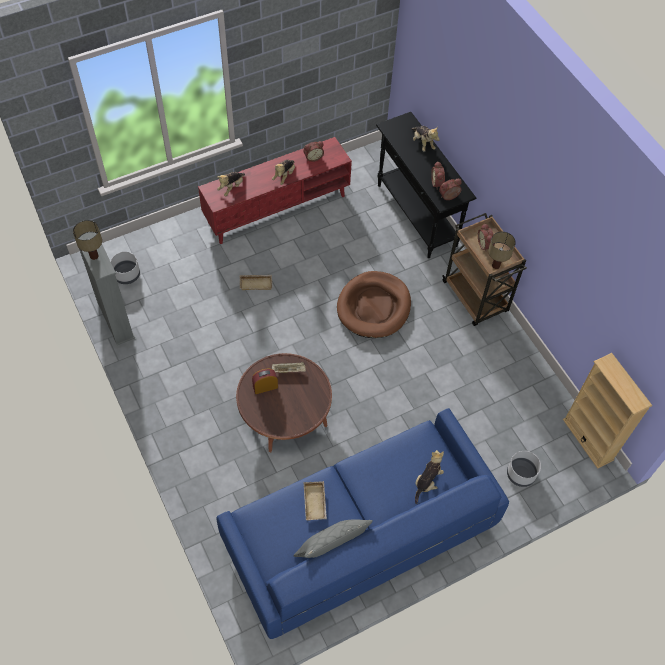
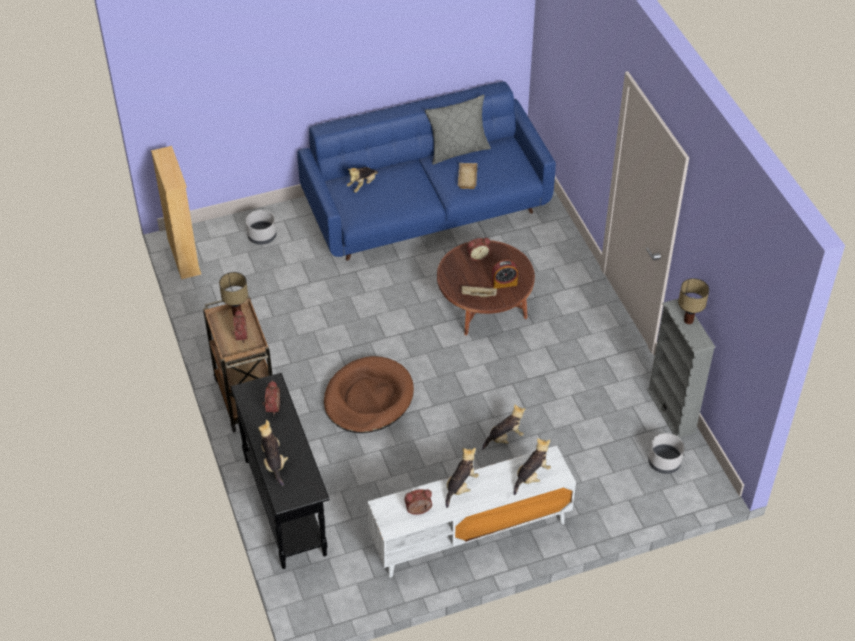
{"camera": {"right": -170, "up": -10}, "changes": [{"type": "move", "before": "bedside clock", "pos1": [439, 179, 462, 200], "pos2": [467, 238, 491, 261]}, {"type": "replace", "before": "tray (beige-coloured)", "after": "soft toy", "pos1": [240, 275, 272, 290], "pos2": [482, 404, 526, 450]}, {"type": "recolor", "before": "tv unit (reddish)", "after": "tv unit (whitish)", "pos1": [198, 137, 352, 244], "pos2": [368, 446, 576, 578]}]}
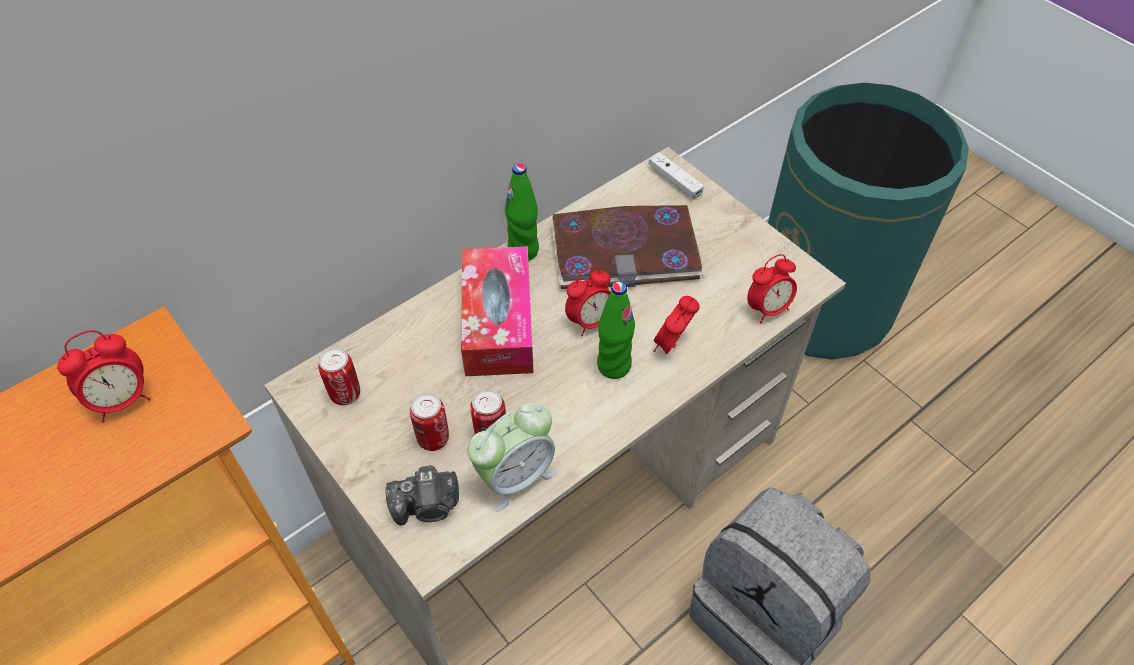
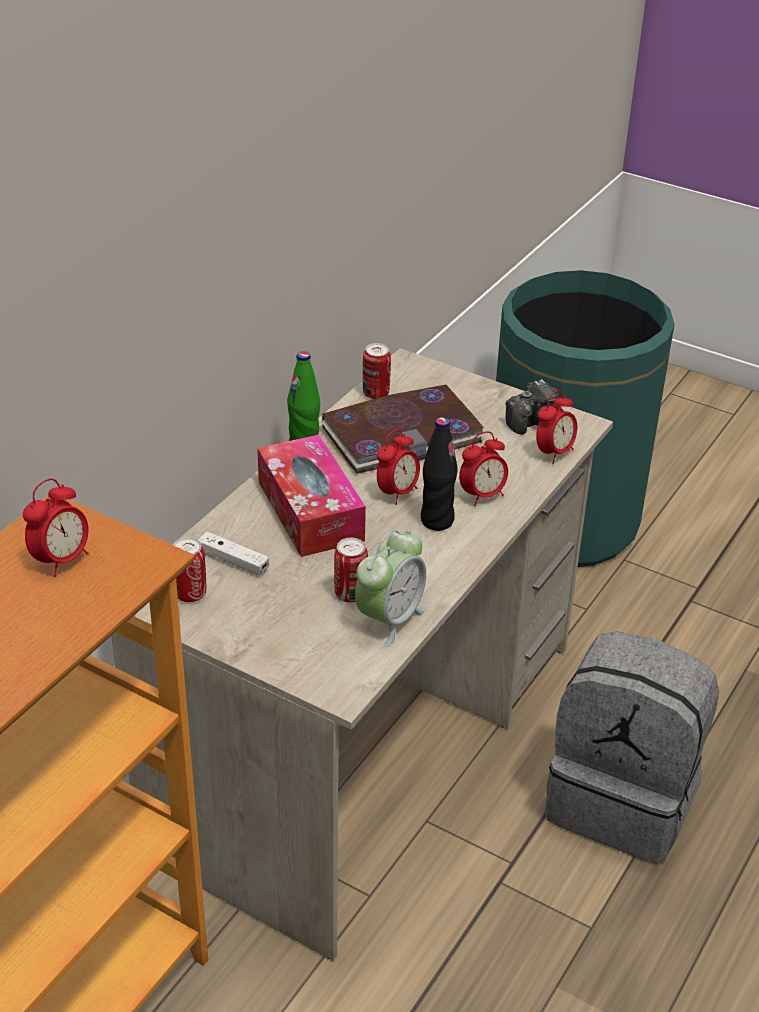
{"camera": {"right": -20, "up": -15}, "changes": [{"type": "move", "before": "still camera", "pos1": [386, 465, 459, 526], "pos2": [505, 379, 561, 435]}, {"type": "move", "before": "can", "pos1": [410, 393, 449, 451], "pos2": [363, 343, 391, 399]}, {"type": "move", "before": "game controller (whitish)", "pos1": [648, 152, 704, 200], "pos2": [198, 532, 269, 576]}, {"type": "recolor", "before": "bottle (greenish)", "after": "bottle (black)", "pos1": [597, 281, 635, 379], "pos2": [421, 417, 458, 531]}, {"type": "rotate", "before": "bedside clock", "pos1": [653, 296, 700, 354], "pos2": [459, 431, 508, 506], "turn": -135}]}
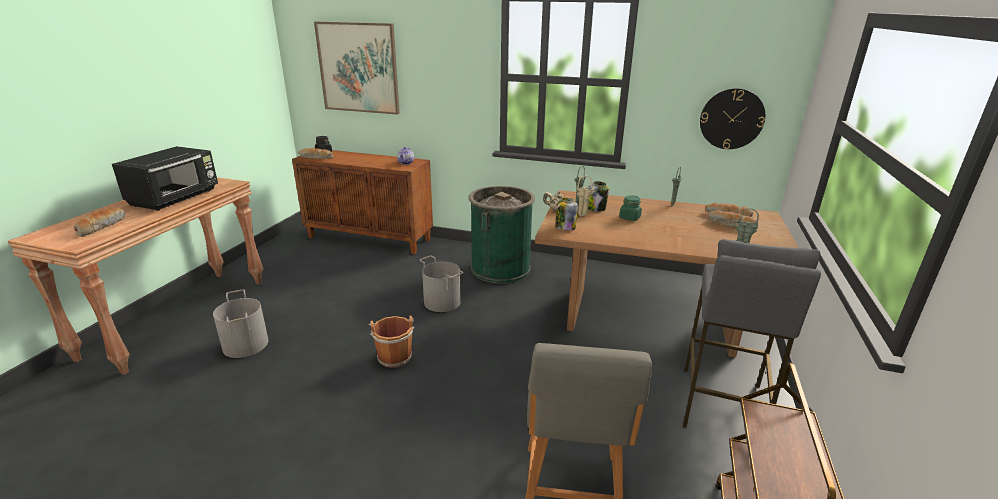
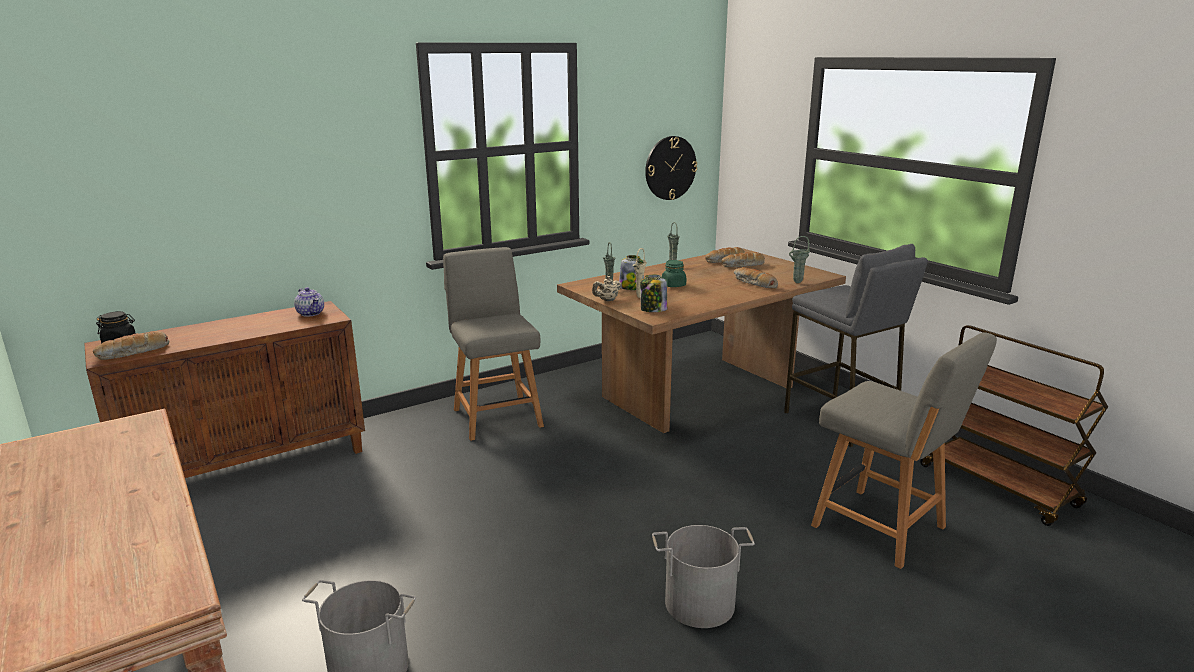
{"camera": {"right": -50, "up": -5}, "changes": [{"type": "delete", "before": "microwave (black)", "pos1": [112, 146, 218, 211]}, {"type": "delete", "before": "wall art", "pos1": [314, 22, 400, 115]}, {"type": "delete", "before": "water bucket (brownish)", "pos1": [369, 316, 414, 368]}, {"type": "move", "before": "baked bread", "pos1": [74, 208, 125, 237], "pos2": [734, 267, 778, 289]}, {"type": "move", "before": "water bucket (grey)", "pos1": [419, 256, 463, 312], "pos2": [652, 525, 755, 628]}, {"type": "replace", "before": "waste bin (greenish)", "after": "chair (grey)", "pos1": [469, 186, 535, 284], "pos2": [443, 247, 544, 441]}]}
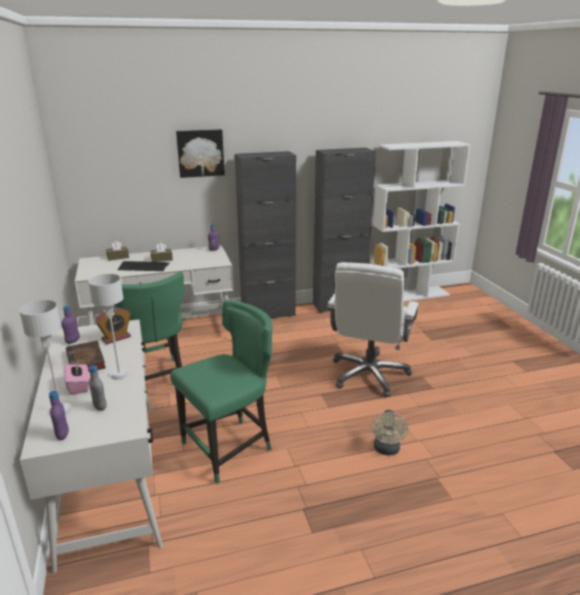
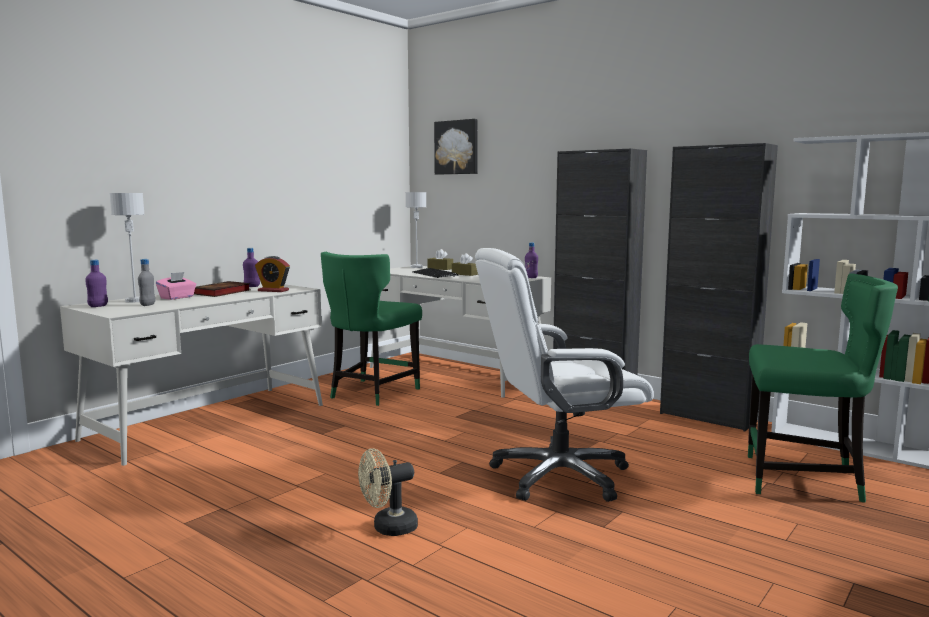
{"camera": {"right": 55, "up": -15}, "changes": [{"type": "move", "before": "table lamp (grey)", "pos1": [88, 274, 129, 380], "pos2": [406, 192, 426, 268]}, {"type": "move", "before": "chair (greenish)", "pos1": [170, 300, 272, 484], "pos2": [748, 273, 898, 503]}, {"type": "move", "before": "wall art", "pos1": [176, 129, 225, 178], "pos2": [434, 119, 478, 174]}]}
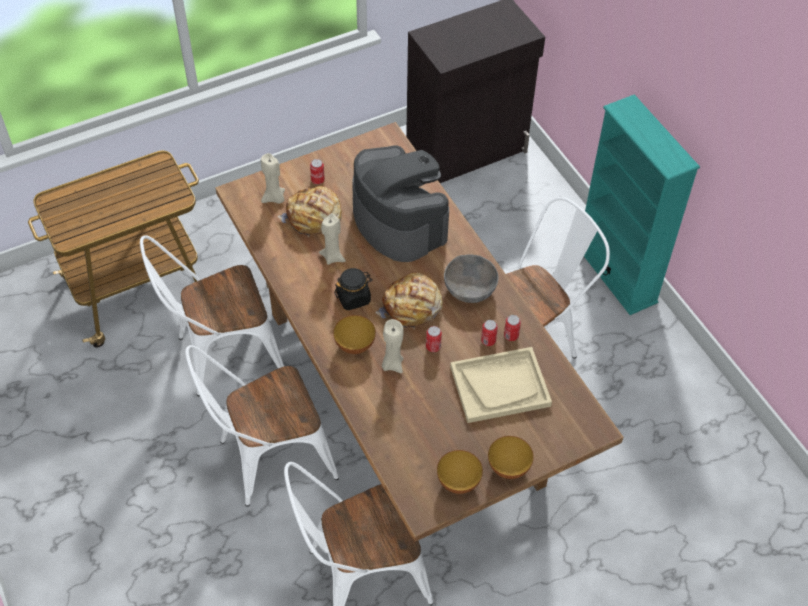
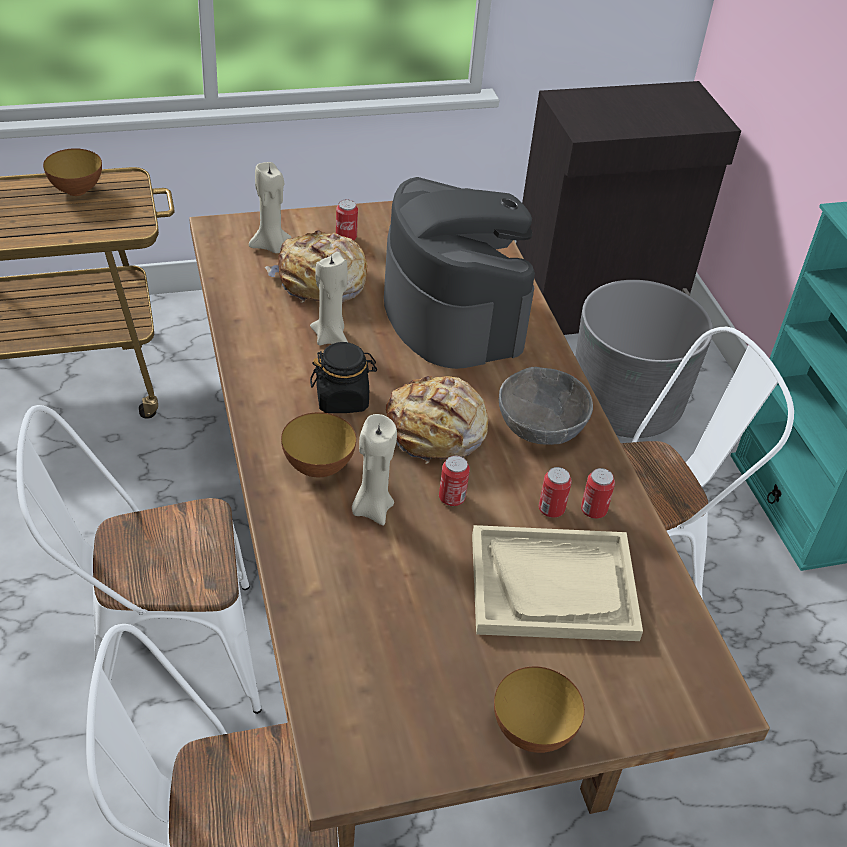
{"camera": {"right": 10, "up": -10}, "changes": [{"type": "delete", "before": "chair (whitish)", "pos1": [140, 235, 284, 396]}, {"type": "insert", "after": "planter (grey)", "pos2": [575, 280, 713, 438]}, {"type": "move", "before": "deep dish", "pos1": [437, 450, 483, 494], "pos2": [43, 148, 102, 196]}]}
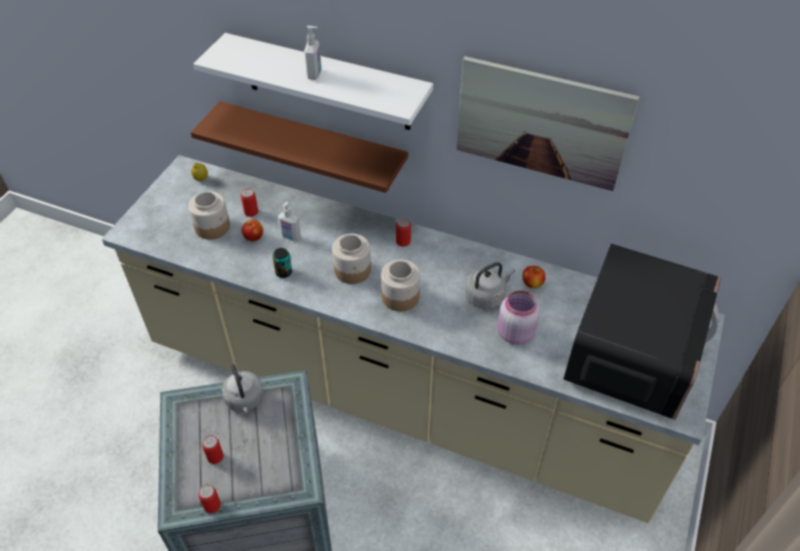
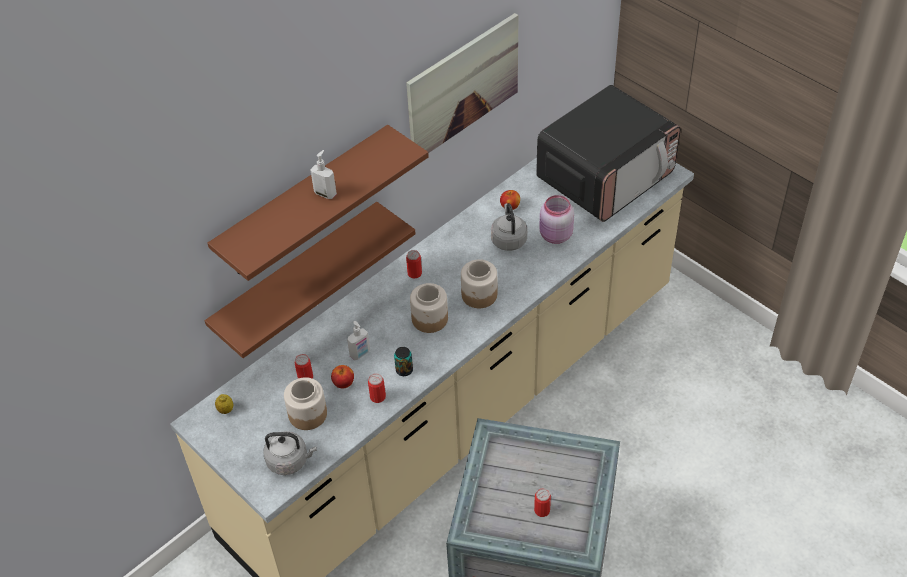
{"camera": {"right": -65, "up": 0}, "changes": [{"type": "move", "before": "can", "pos1": [198, 484, 221, 513], "pos2": [368, 373, 386, 403]}, {"type": "move", "before": "tea kettle (grey)", "pos1": [222, 364, 264, 413], "pos2": [263, 431, 317, 475]}, {"type": "recolor", "before": "shelf (whitish)", "after": "shelf (brownish)", "pos1": [194, 33, 433, 130], "pos2": [208, 125, 429, 281]}, {"type": "rotate", "before": "microwave", "pos1": [563, 244, 721, 420], "pos2": [536, 85, 681, 222], "turn": 90}]}
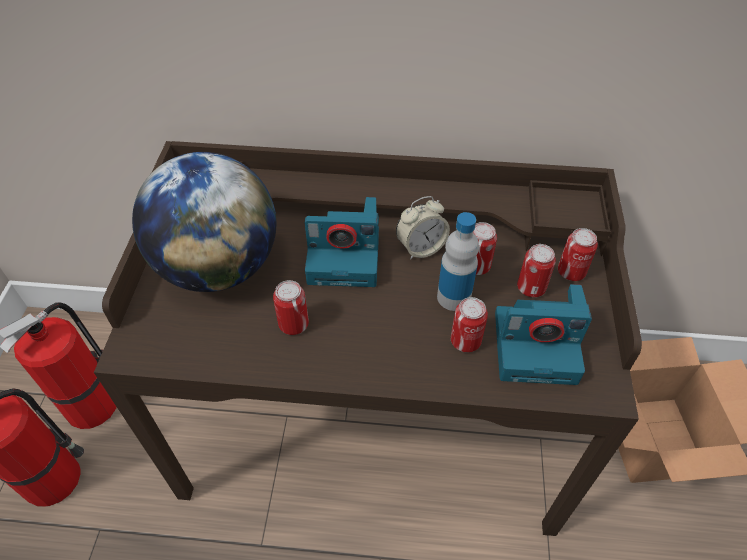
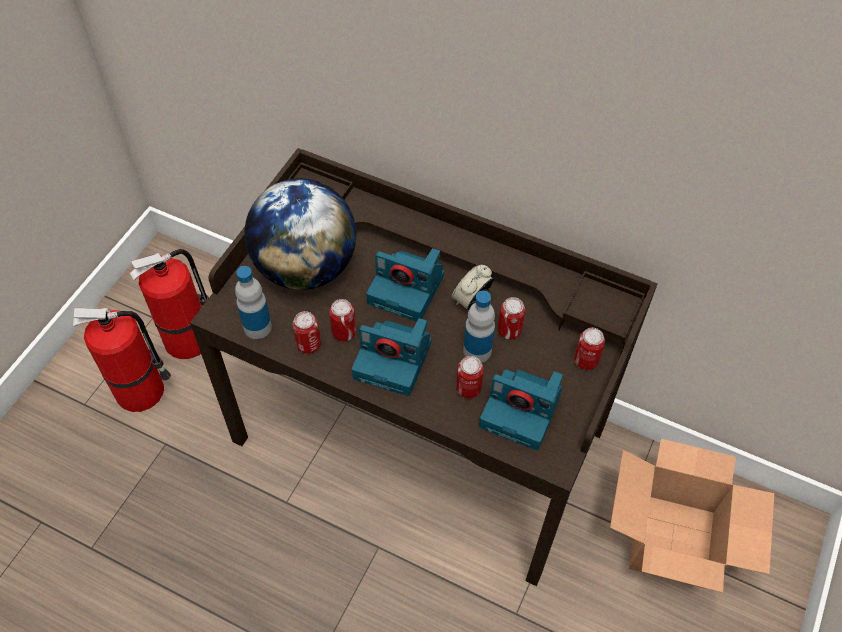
{"camera": {"right": 20, "up": 5}, "changes": [{"type": "insert", "after": "bottle", "pos2": [235, 266, 272, 339]}, {"type": "insert", "after": "still camera", "pos2": [352, 318, 431, 396]}, {"type": "move", "before": "can", "pos1": [517, 244, 556, 297], "pos2": [293, 311, 321, 354]}, {"type": "rotate", "before": "bedside clock", "pos1": [396, 196, 450, 259], "pos2": [452, 265, 494, 311], "turn": 135}]}
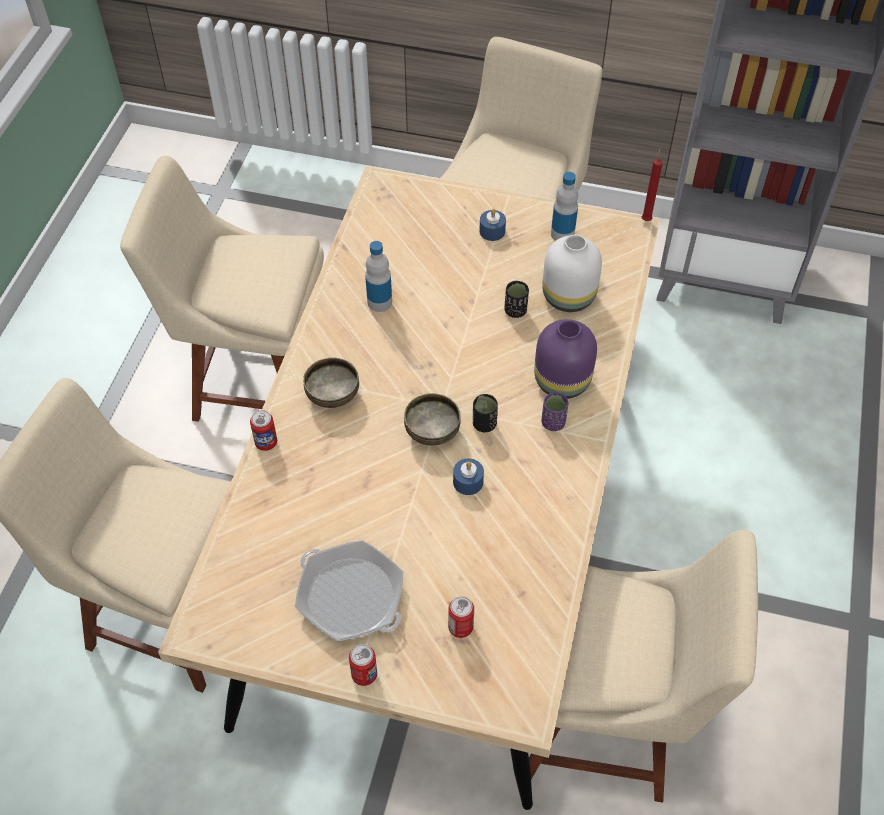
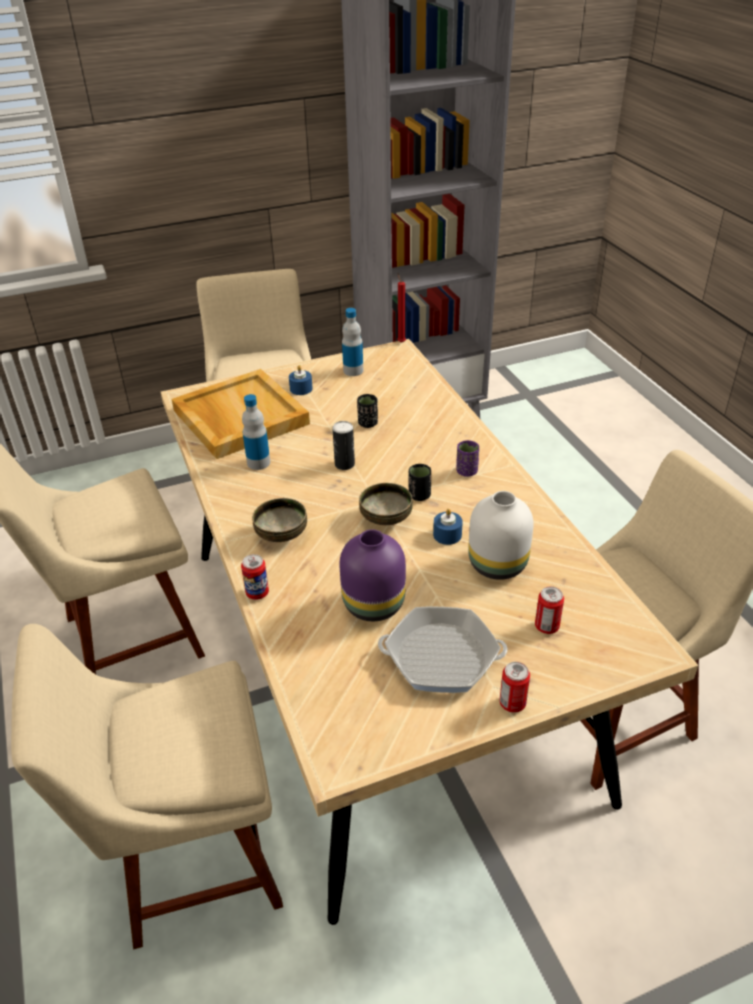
{"camera": {"right": -35, "up": -15}, "changes": [{"type": "insert", "after": "tray (beige-coloured)", "pos2": [171, 369, 310, 459]}, {"type": "insert", "after": "can", "pos2": [332, 421, 355, 470]}, {"type": "move", "before": "decorative vase (purple-coloured)", "pos1": [534, 319, 597, 399], "pos2": [340, 529, 406, 621]}, {"type": "move", "before": "decorative vase (whitish)", "pos1": [542, 234, 602, 312], "pos2": [468, 491, 534, 580]}]}
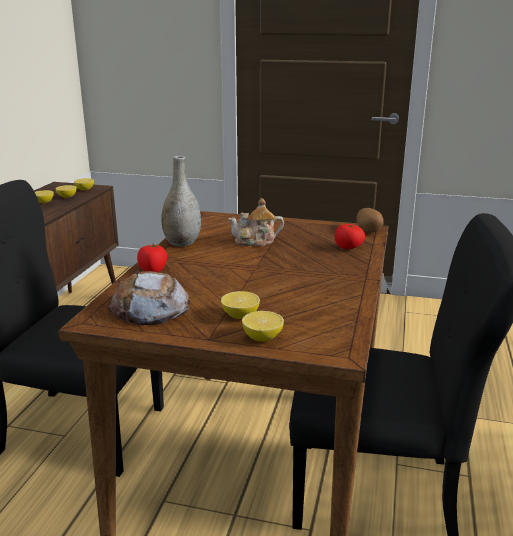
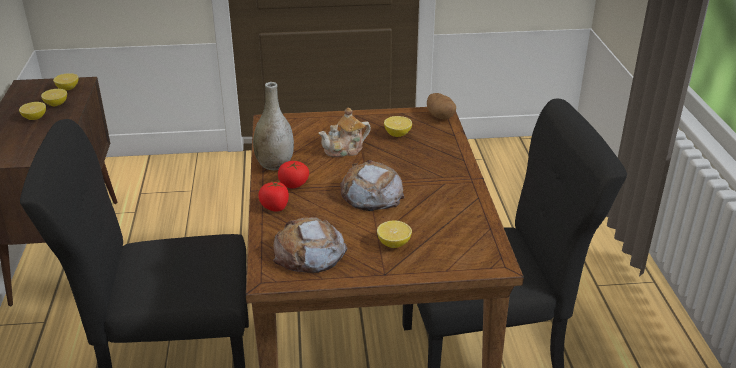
{"camera": {"right": -20, "up": 10}, "changes": [{"type": "insert", "after": "baked bread", "pos2": [340, 160, 405, 211]}, {"type": "move", "before": "citrus fruit", "pos1": [242, 311, 284, 342], "pos2": [384, 116, 412, 137]}, {"type": "move", "before": "whole tomato", "pos1": [335, 224, 365, 249], "pos2": [278, 161, 309, 188]}]}
